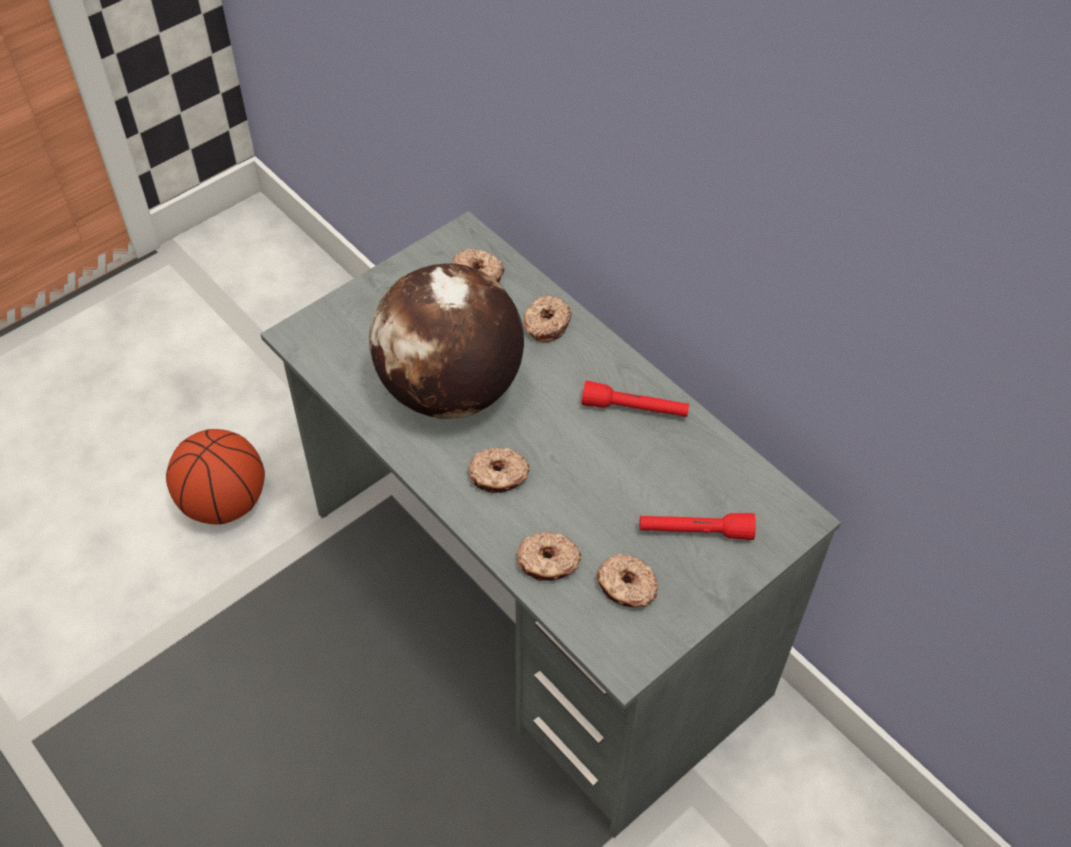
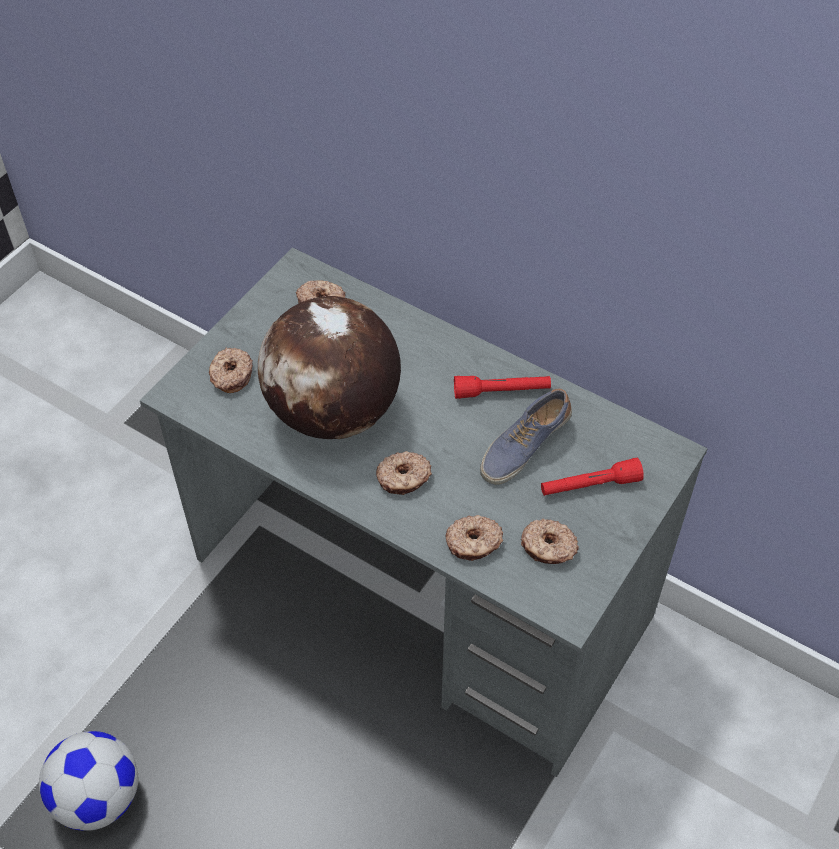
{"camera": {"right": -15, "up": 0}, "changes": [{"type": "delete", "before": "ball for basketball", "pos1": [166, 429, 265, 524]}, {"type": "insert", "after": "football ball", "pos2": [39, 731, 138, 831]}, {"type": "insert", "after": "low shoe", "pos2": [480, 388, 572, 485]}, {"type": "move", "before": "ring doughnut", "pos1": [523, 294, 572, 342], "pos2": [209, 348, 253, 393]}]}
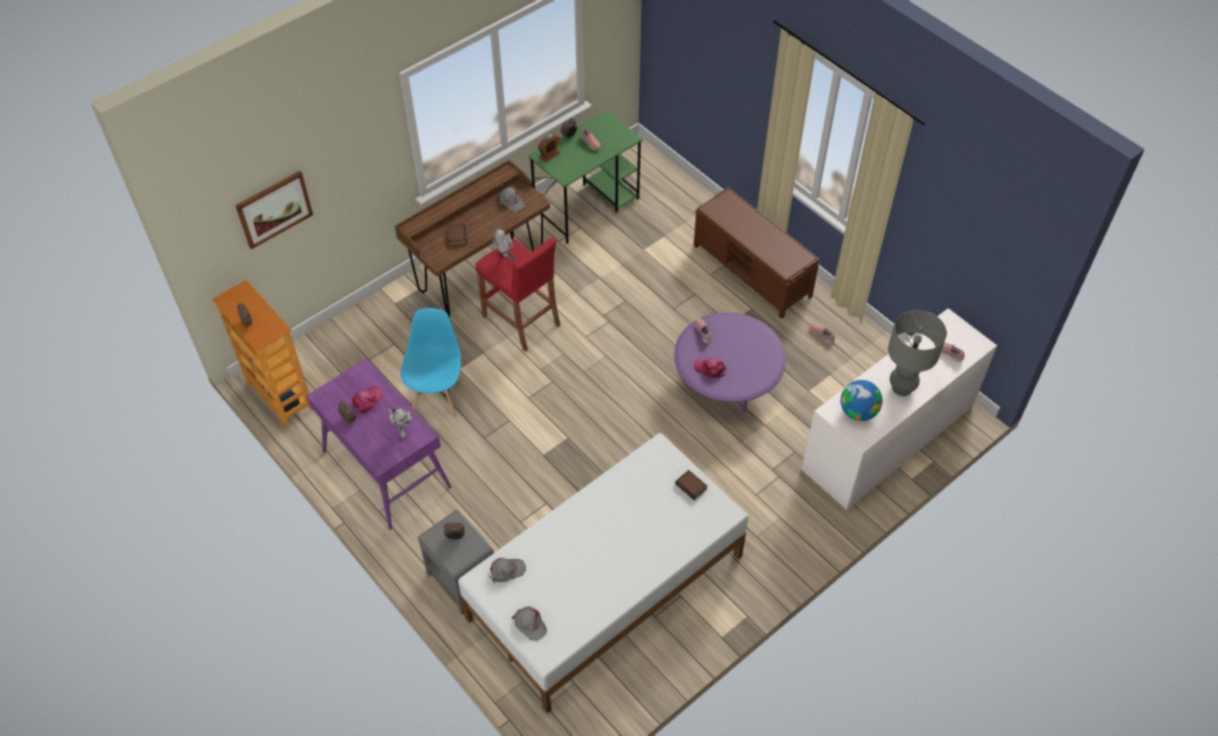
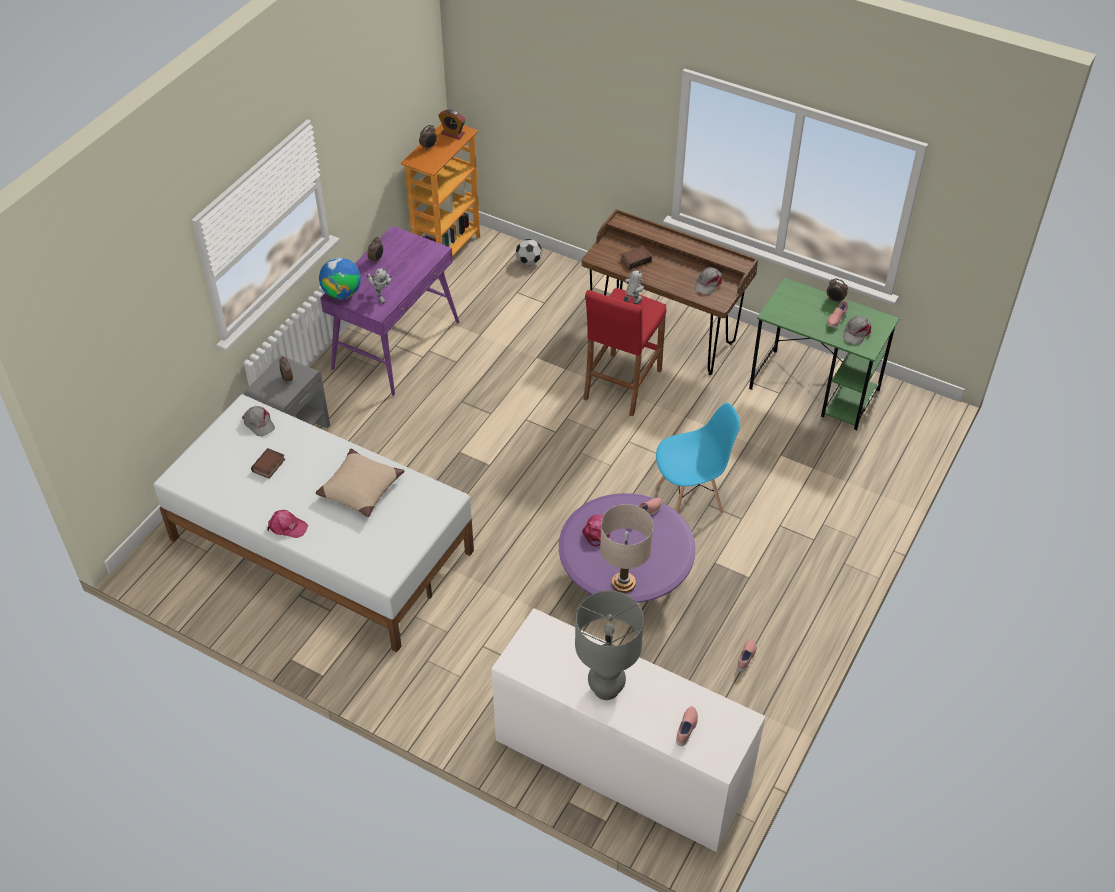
{"camera": {"right": 70, "up": -5}, "changes": [{"type": "delete", "before": "wall art", "pos1": [235, 171, 313, 249]}, {"type": "delete", "before": "bench (brownish)", "pos1": [694, 187, 821, 319]}, {"type": "insert", "after": "cushion (beige-coloured)", "pos2": [316, 448, 404, 517]}, {"type": "insert", "after": "football ball", "pos2": [516, 239, 542, 266]}, {"type": "insert", "after": "table lamp (beige-coloured)", "pos2": [600, 504, 653, 593]}, {"type": "move", "before": "baseball cap (pinkish)", "pos1": [352, 386, 383, 414], "pos2": [267, 510, 308, 538]}, {"type": "move", "before": "chair (blue)", "pos1": [401, 308, 464, 417], "pos2": [656, 403, 740, 514]}, {"type": "move", "before": "baseball cap (grey)", "pos1": [512, 606, 547, 641], "pos2": [843, 316, 871, 345]}, {"type": "move", "before": "bedside clock", "pos1": [538, 134, 560, 162], "pos2": [438, 110, 465, 139]}, {"type": "move", "before": "bound book", "pos1": [675, 470, 707, 500], "pos2": [251, 448, 285, 479]}, {"type": "move", "before": "desk globe", "pos1": [841, 380, 883, 421], "pos2": [319, 258, 361, 299]}, {"type": "rotate", "before": "model robot", "pos1": [387, 408, 413, 439], "pos2": [366, 268, 392, 304], "turn": -75}]}
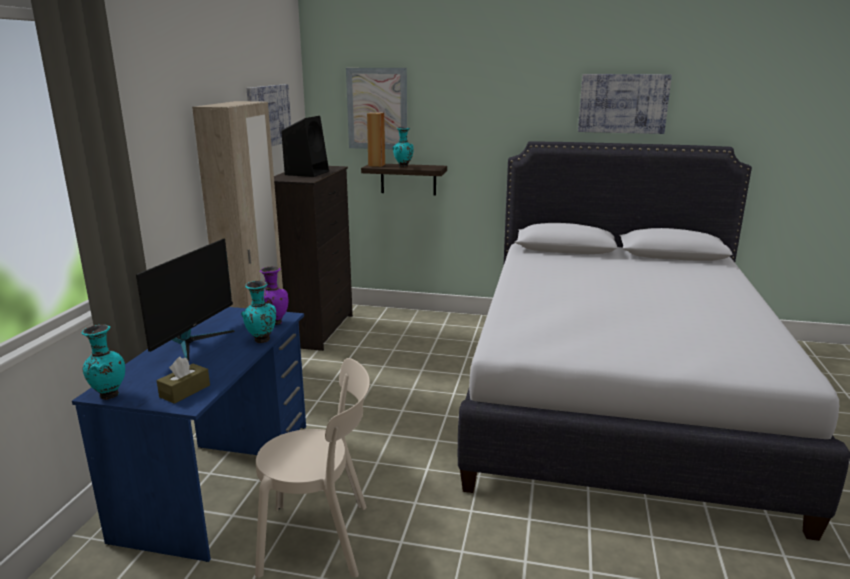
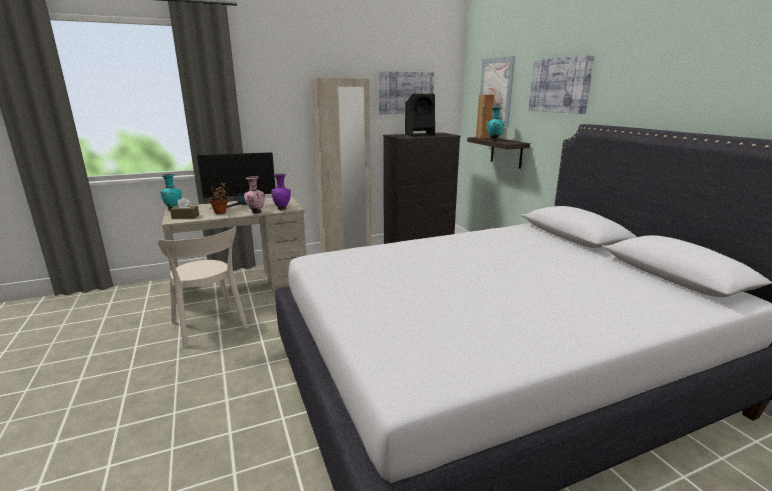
{"camera": {"right": 55, "up": 0}, "changes": [{"type": "insert", "after": "potted plant", "pos2": [209, 183, 228, 214]}, {"type": "move", "before": "wall art", "pos1": [578, 74, 672, 134], "pos2": [529, 55, 594, 114]}, {"type": "recolor", "before": "desk unit (blue)", "after": "desk unit (beige-coloured)", "pos1": [72, 307, 306, 562], "pos2": [162, 196, 306, 307]}, {"type": "recolor", "before": "decorative vase (turquoise-coloured)", "after": "decorative vase (pinkish)", "pos1": [241, 281, 276, 343], "pos2": [244, 176, 265, 214]}]}
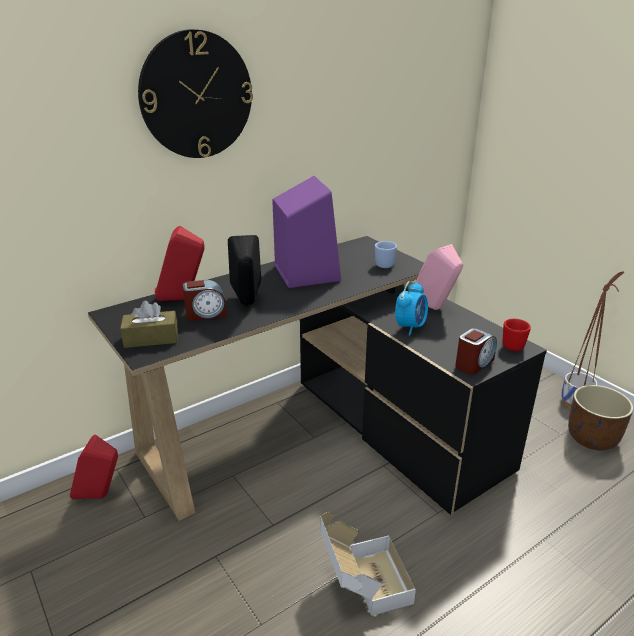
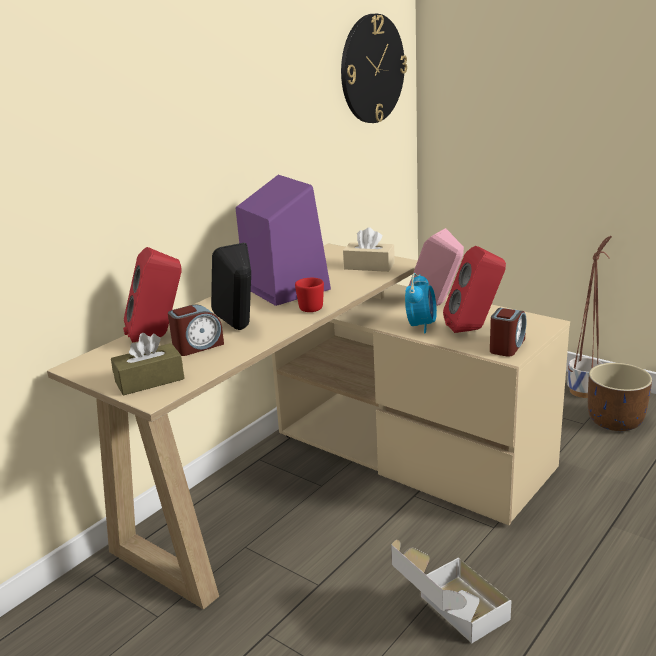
{"camera": {"right": -15, "up": -5}, "changes": [{"type": "move", "before": "speaker (reddish)", "pos1": [70, 435, 118, 499], "pos2": [443, 246, 506, 333]}, {"type": "move", "before": "hanging clock", "pos1": [138, 29, 253, 158], "pos2": [341, 14, 407, 123]}, {"type": "move", "before": "tea mug (reddish)", "pos1": [503, 319, 531, 351], "pos2": [295, 278, 324, 312]}, {"type": "replace", "before": "tea mug (blue)", "after": "tissue holder (beige-coloured)", "pos1": [375, 241, 397, 268], "pos2": [343, 227, 395, 272]}, {"type": "recolor", "before": "desk unit (black)", "after": "desk unit (beige-coloured)", "pos1": [88, 236, 547, 521], "pos2": [47, 243, 570, 610]}]}
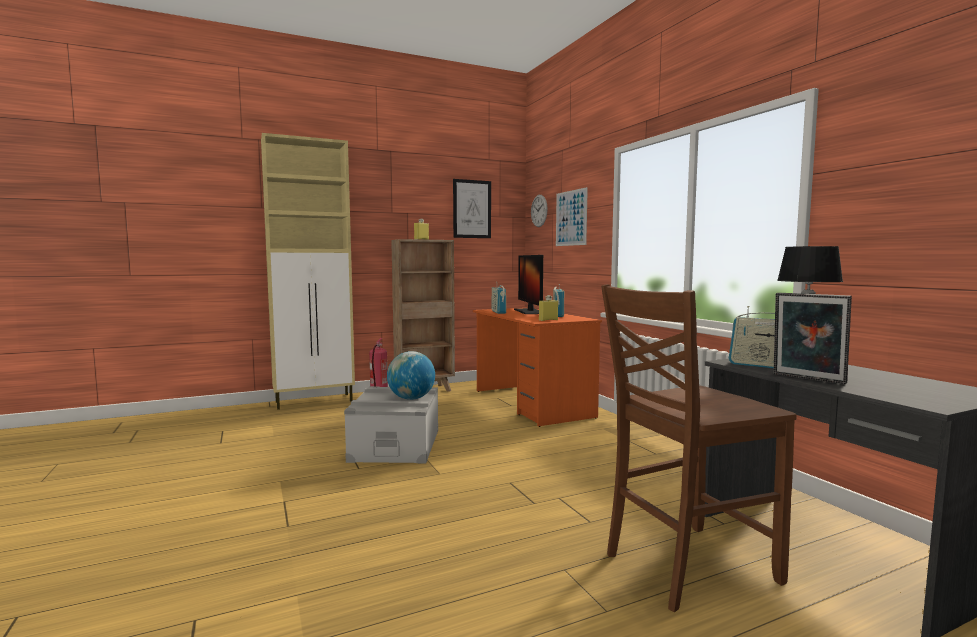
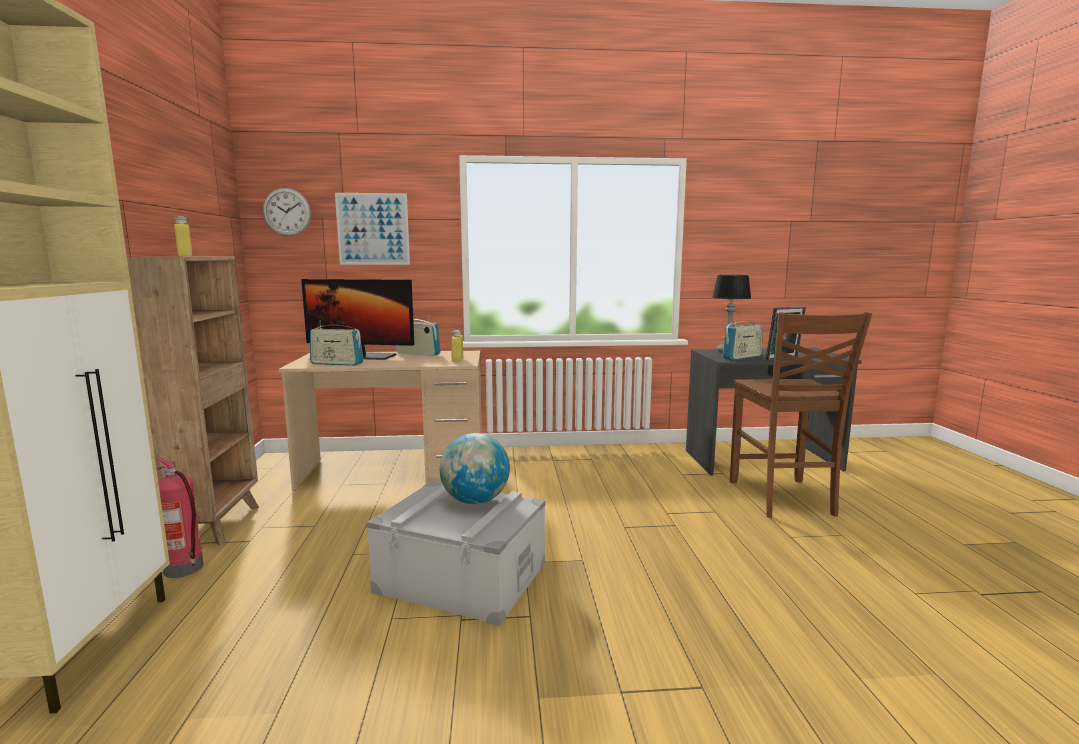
{"camera": {"right": -70, "up": 5}, "changes": [{"type": "delete", "before": "wall art", "pos1": [453, 179, 491, 238]}, {"type": "recolor", "before": "desk unit (orangey)", "after": "desk unit (beige-coloured)", "pos1": [473, 308, 602, 427], "pos2": [279, 350, 482, 491]}]}
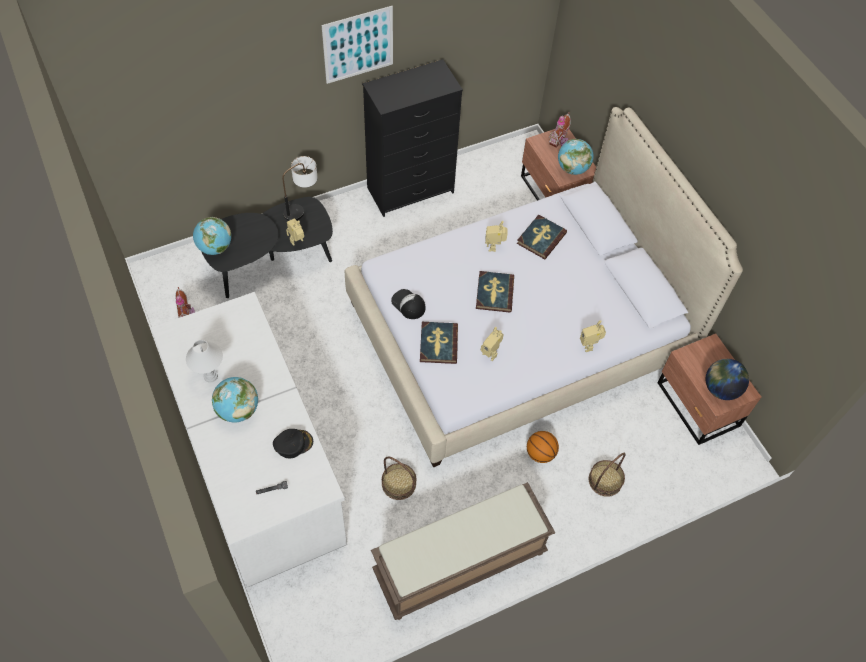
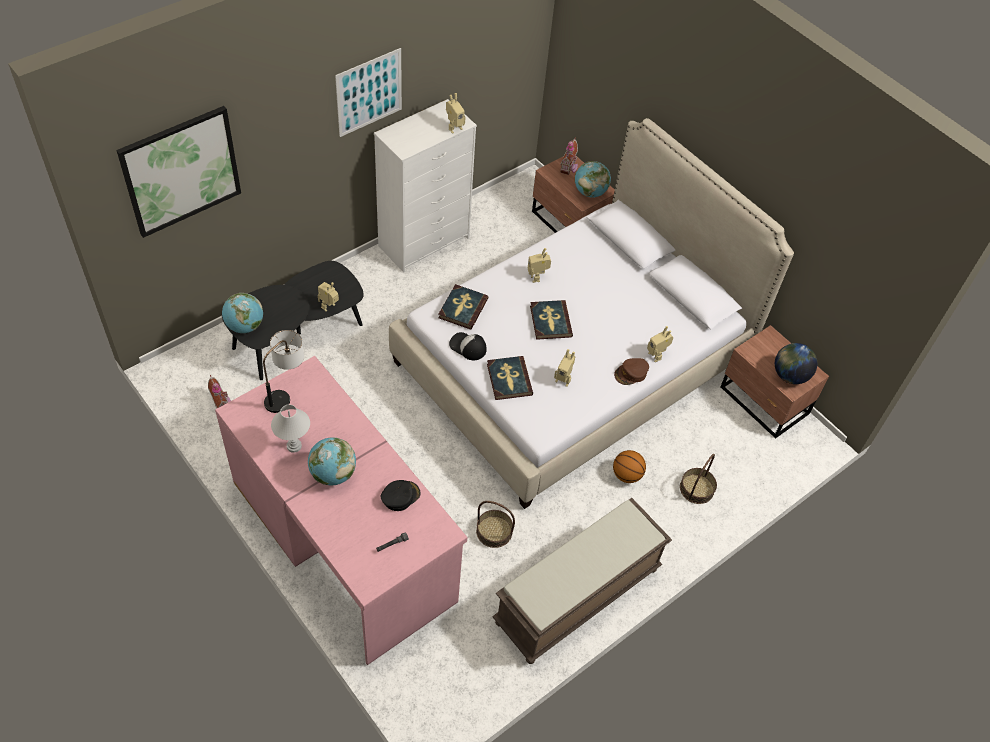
{"camera": {"right": -15, "up": -5}, "changes": [{"type": "insert", "after": "wall art", "pos2": [116, 106, 241, 238]}, {"type": "insert", "after": "model robot", "pos2": [446, 93, 466, 134]}, {"type": "insert", "after": "baseball cap (brownish)", "pos2": [614, 358, 649, 385]}, {"type": "move", "before": "table lamp", "pos1": [282, 156, 318, 221], "pos2": [263, 330, 304, 413]}, {"type": "move", "before": "bound book", "pos1": [517, 215, 567, 259], "pos2": [438, 284, 488, 330]}, {"type": "recolor", "before": "desk unit (whitish)", "after": "desk unit (pinkish)", "pos1": [151, 292, 347, 587], "pos2": [215, 356, 468, 665]}, {"type": "recolor", "before": "dresser (black)", "after": "dresser (whitish)", "pos1": [362, 59, 463, 217], "pos2": [374, 99, 477, 273]}]}
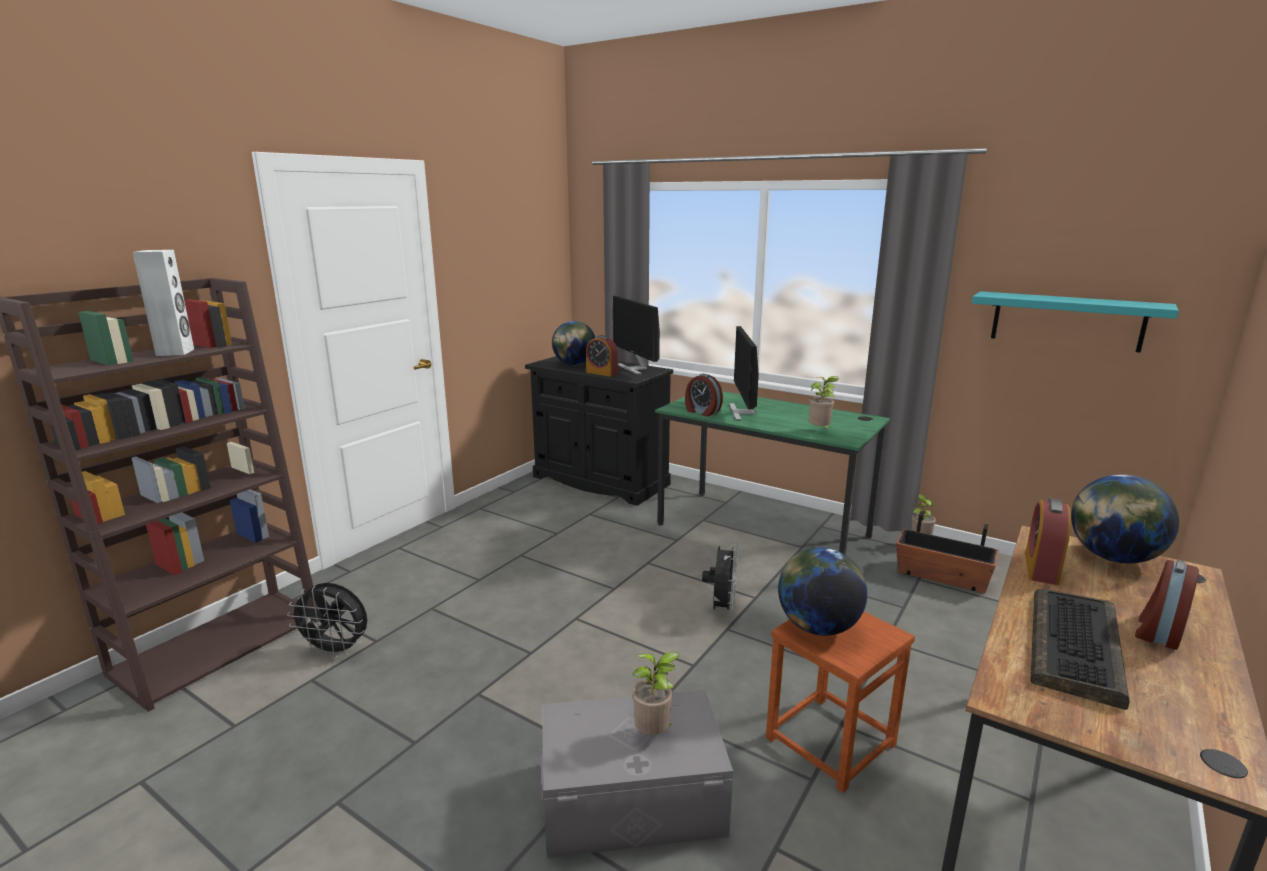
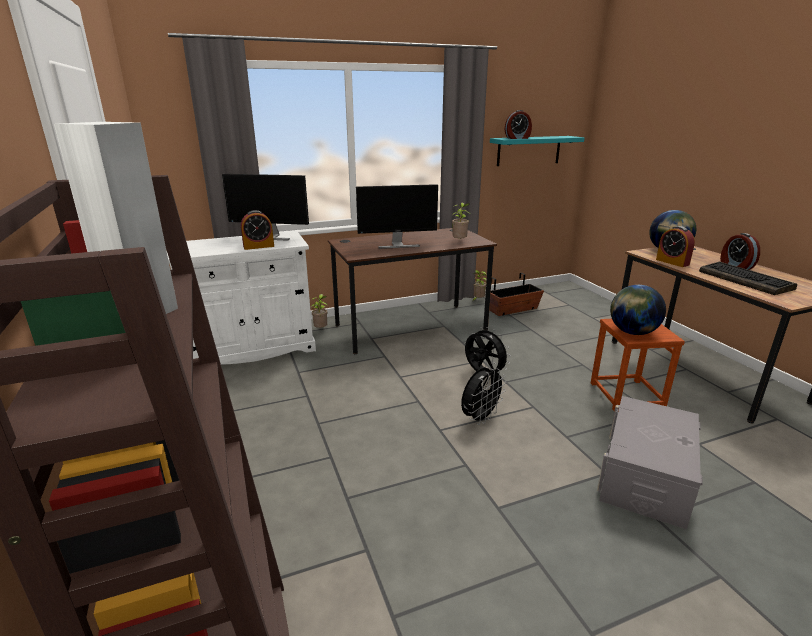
{"camera": {"right": -55, "up": 5}, "changes": [{"type": "delete", "before": "desk globe", "pos1": [552, 321, 595, 365]}, {"type": "move", "before": "electric fan (black)", "pos1": [287, 583, 367, 658], "pos2": [461, 368, 506, 425]}, {"type": "move", "before": "potted plant", "pos1": [632, 652, 680, 735], "pos2": [311, 294, 327, 328]}, {"type": "move", "before": "bedside clock", "pos1": [685, 374, 723, 416], "pos2": [505, 110, 532, 139]}, {"type": "recolor", "before": "storage cabinet (black)", "after": "storage cabinet (whitish)", "pos1": [525, 356, 673, 506], "pos2": [167, 231, 316, 365]}, {"type": "recolor", "before": "desk unit (greenish)", "after": "desk unit (brownish)", "pos1": [655, 391, 890, 555], "pos2": [328, 228, 497, 354]}, {"type": "rotate", "before": "computer screen", "pos1": [729, 326, 759, 421], "pos2": [356, 184, 438, 249], "turn": -45}]}
